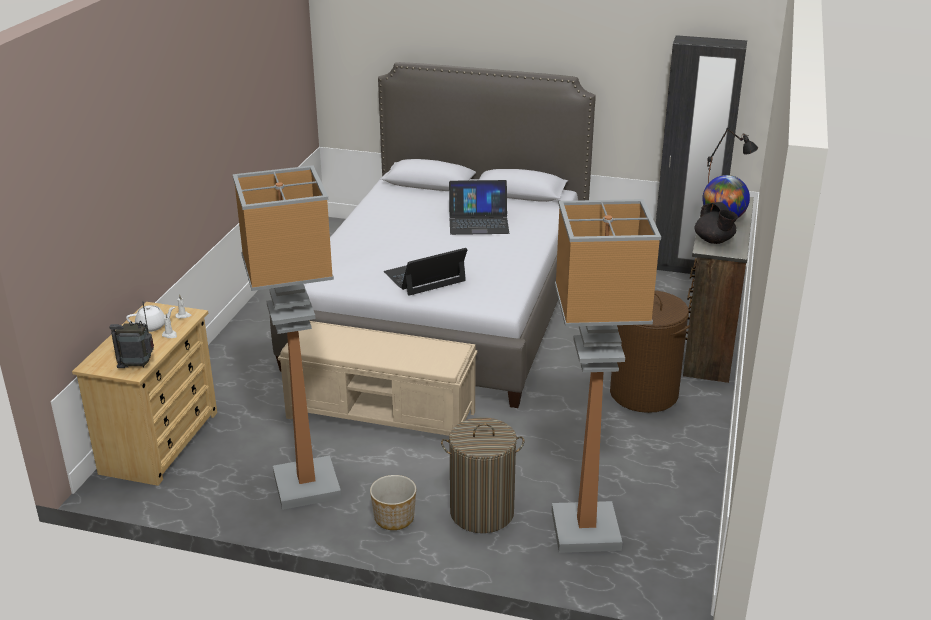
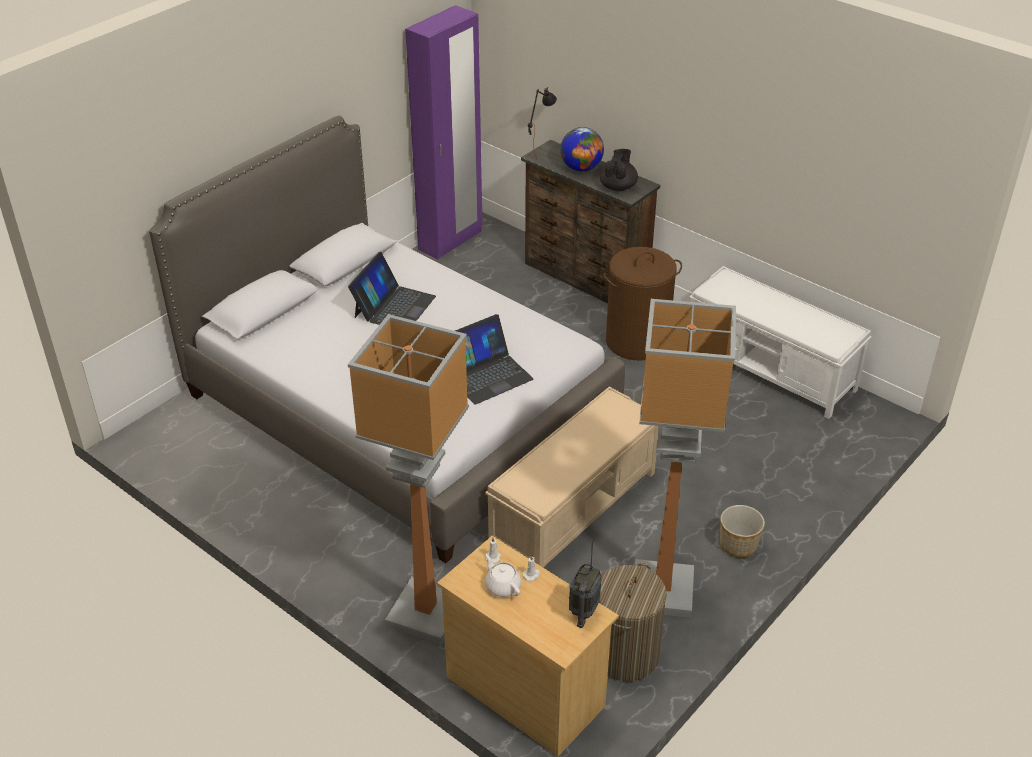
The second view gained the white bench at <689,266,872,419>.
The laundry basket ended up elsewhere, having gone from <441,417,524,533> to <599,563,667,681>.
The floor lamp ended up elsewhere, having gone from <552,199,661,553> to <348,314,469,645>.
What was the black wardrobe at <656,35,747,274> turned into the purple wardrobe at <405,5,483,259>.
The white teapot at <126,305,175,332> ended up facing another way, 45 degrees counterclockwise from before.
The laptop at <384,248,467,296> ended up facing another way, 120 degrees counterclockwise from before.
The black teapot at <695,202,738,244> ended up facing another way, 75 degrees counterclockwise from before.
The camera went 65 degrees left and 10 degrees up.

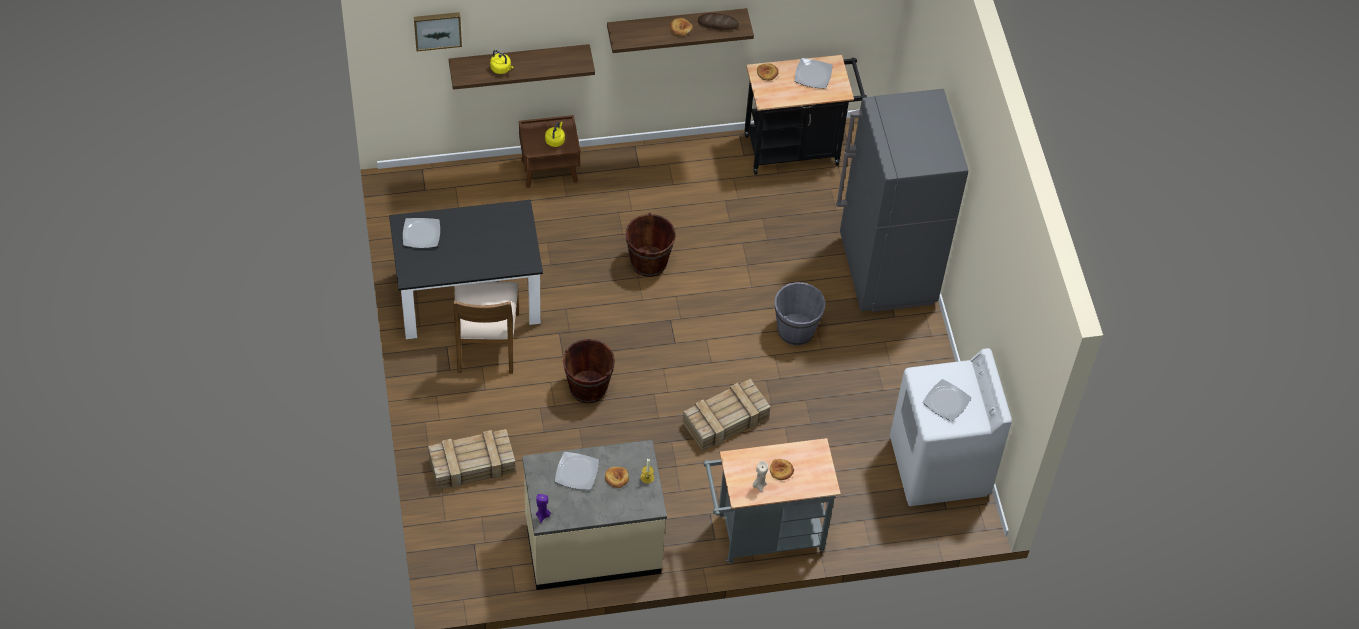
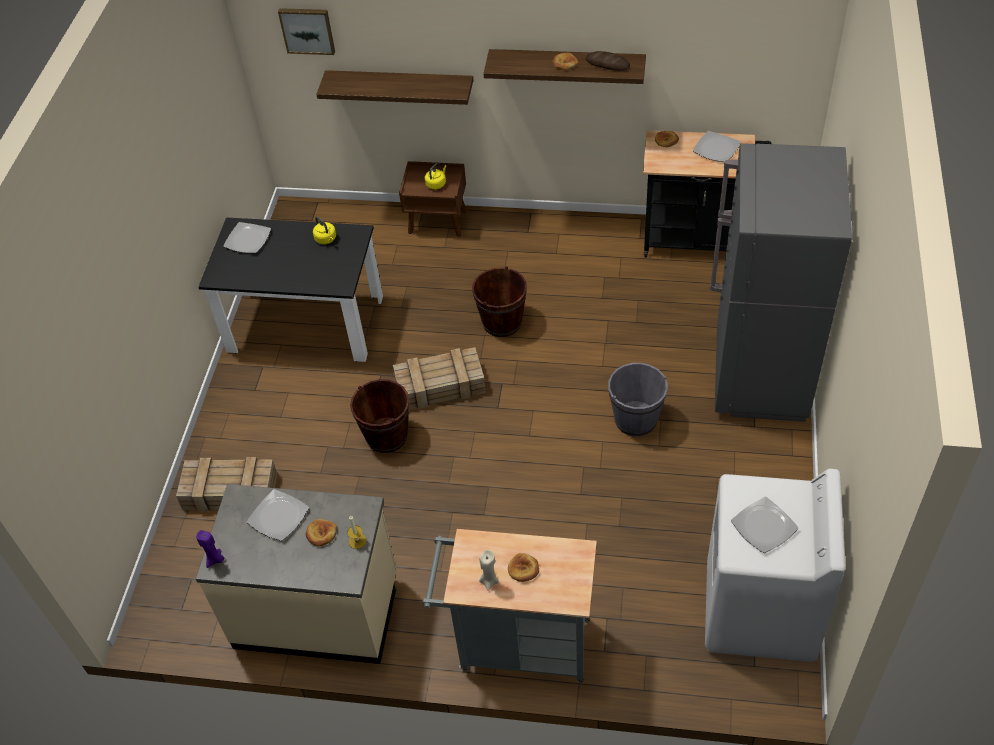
The second view lost the brown chair at <453,282,519,374>.
The yellow kettle ended up elsewhere, having gone from <490,50,514,74> to <313,216,336,244>.
The crate ended up elsewhere, having gone from <683,379,770,451> to <393,347,486,410>.
The camera went 25 degrees right and 5 degrees down.

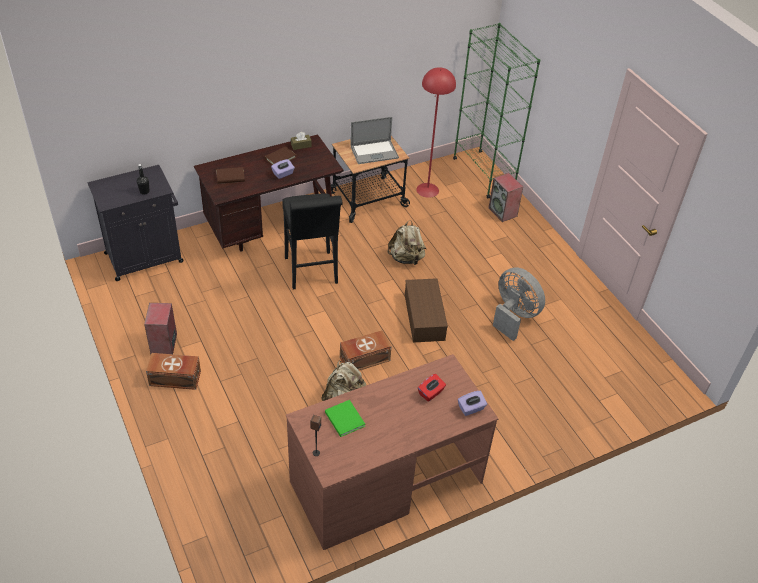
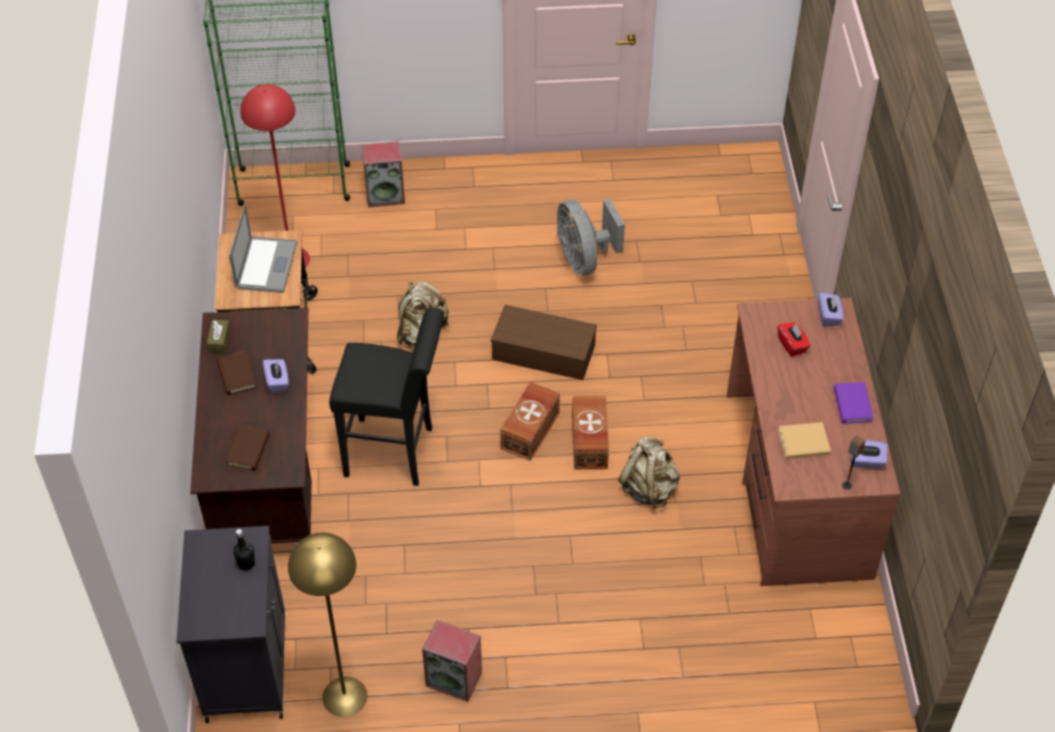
The second view gained the yellow floor lamp at <288,532,367,717>.
The second view gained the purple book at <834,382,874,424>.
The second view gained the purple tissue box at <851,440,887,469>.
The brown storage box ended up elsewhere, having gone from <146,353,201,390> to <500,382,560,461>.
What was the green book at <325,400,365,437> turned into the beige book at <778,422,831,459>.
The grey fan at <493,267,545,341> ended up facing another way, 90 degrees counterclockwise from before.
The camera went 65 degrees left and 5 degrees up.

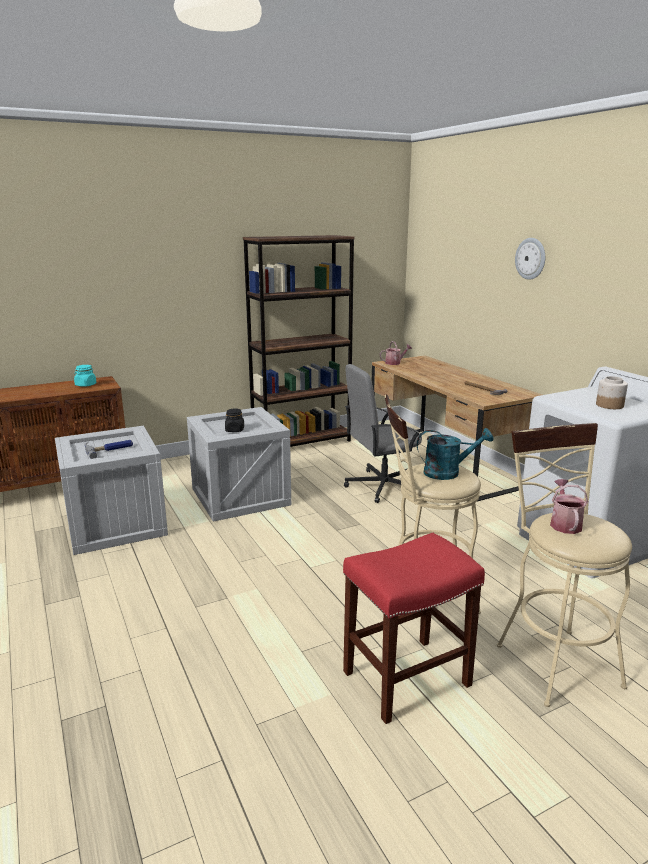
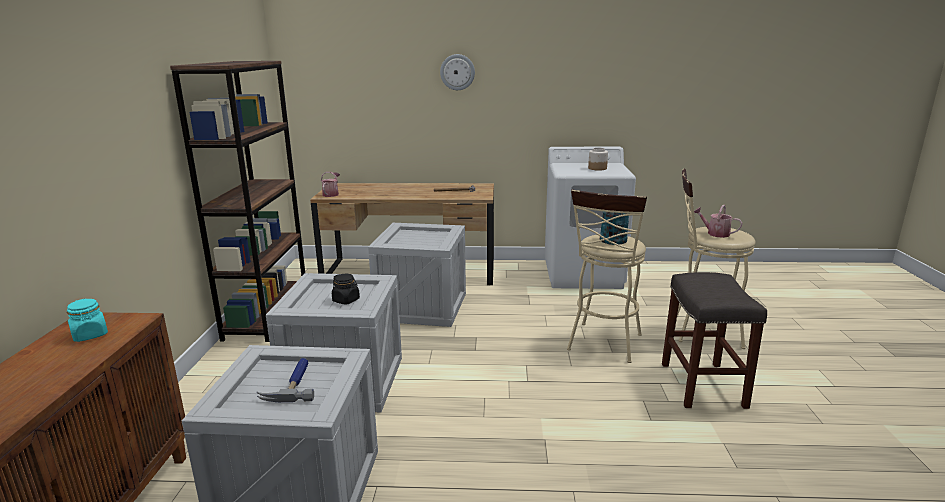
Where the grey office chair stood at <344,364,422,503>, the crate came to stand at <368,223,466,327>.
What was the red stool at <343,532,485,724> turned into the grey stool at <662,272,767,409>.
The camera went 60 degrees left and 0 degrees up.

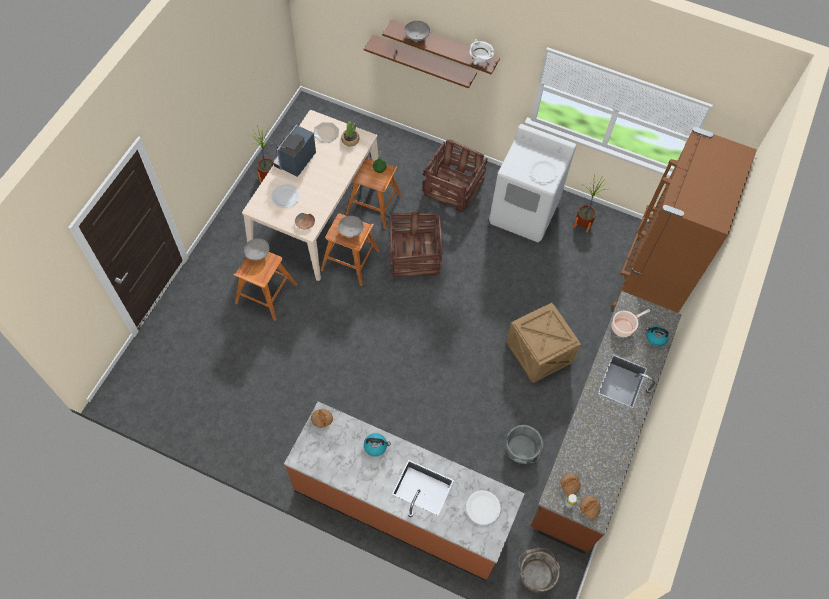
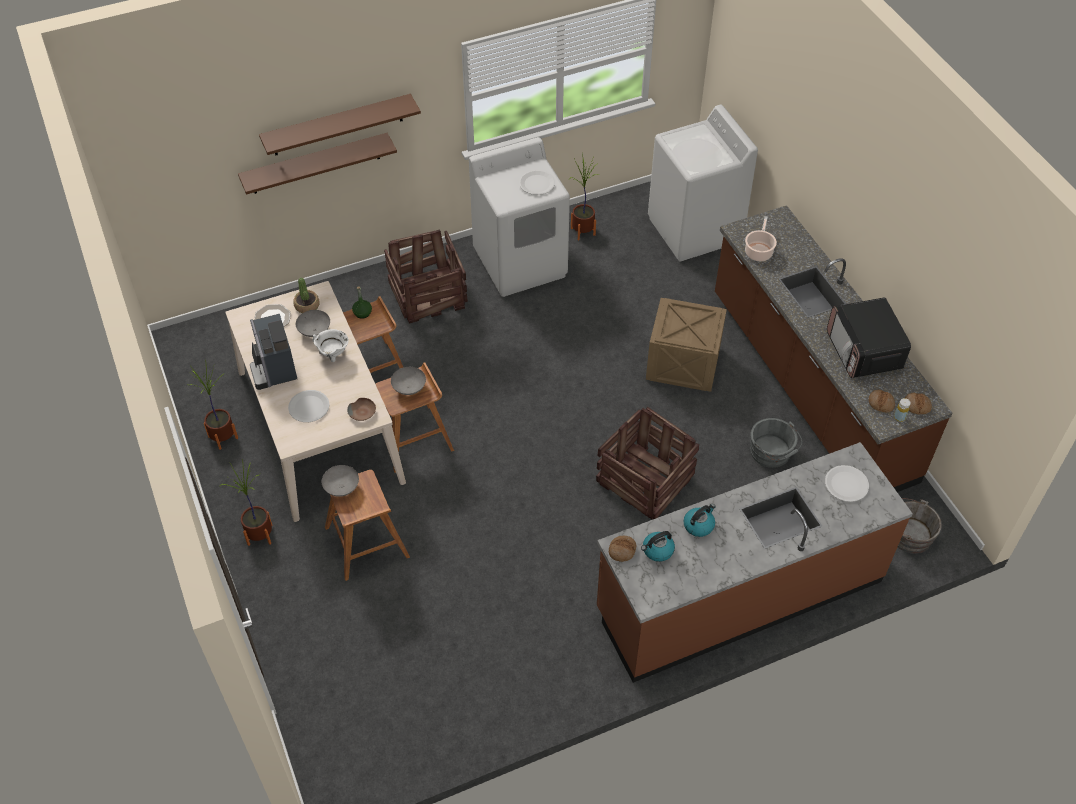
The second view gained the potted plant at <220,459,273,546>.
The second view gained the microwave at <827,297,911,378>.
The crate ended up elsewhere, having gone from <389,212,443,277> to <596,407,699,519>.
The grey bowl ended up elsewhere, having gone from <405,21,430,41> to <296,310,330,337>.
The white cooking pot ended up elsewhere, having gone from <469,39,494,65> to <312,329,348,362>.
The kettle ended up elsewhere, having gone from <645,326,669,347> to <641,531,675,562>.
Where the brown fridge stood at <611,127,757,313>, the white washing machine came to stand at <648,105,758,261>.
The camera went 45 degrees left and 10 degrees down.

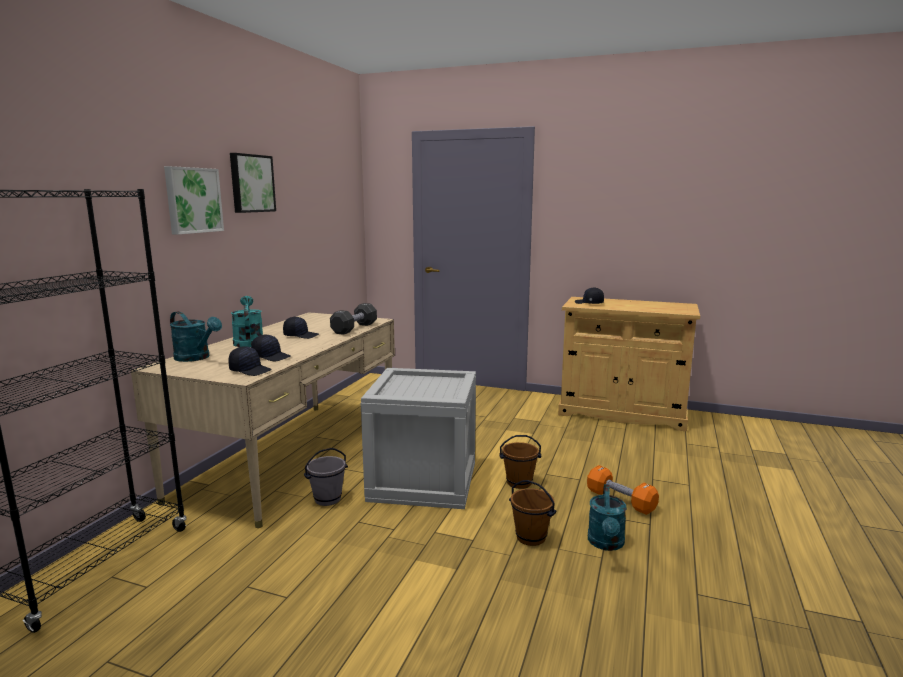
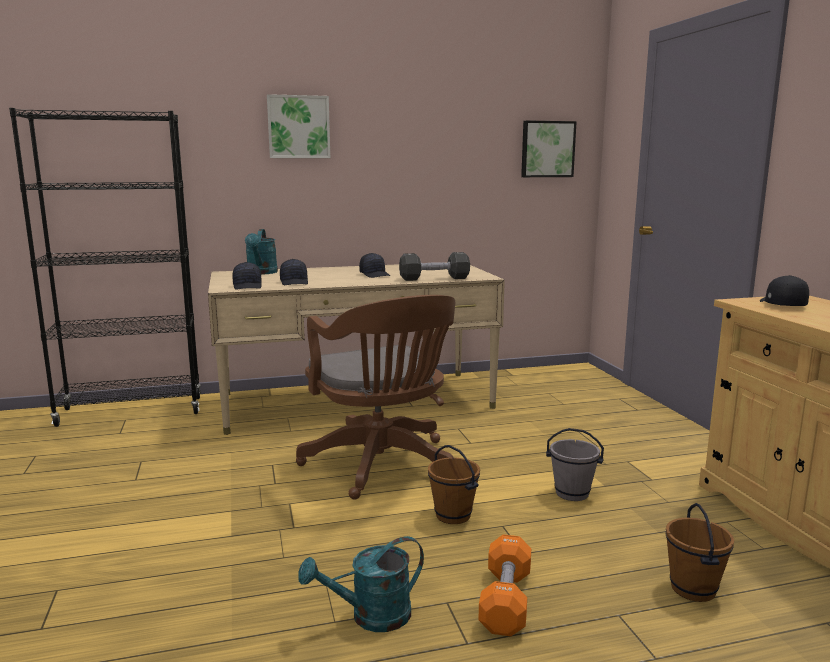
The second view lost the turquoise watering can at <231,296,263,347>.
The picture ended up elsewhere, having gone from <230,153,276,213> to <521,120,577,177>.
The grey bucket ended up elsewhere, having gone from <304,448,348,506> to <546,428,604,501>.
The brown bucket ended up elsewhere, having gone from <509,480,556,546> to <665,503,734,602>.
Where the crate stood at <361,368,476,509>, the brown office chair came to stand at <296,295,455,500>.
The camera went 55 degrees right and 0 degrees up.

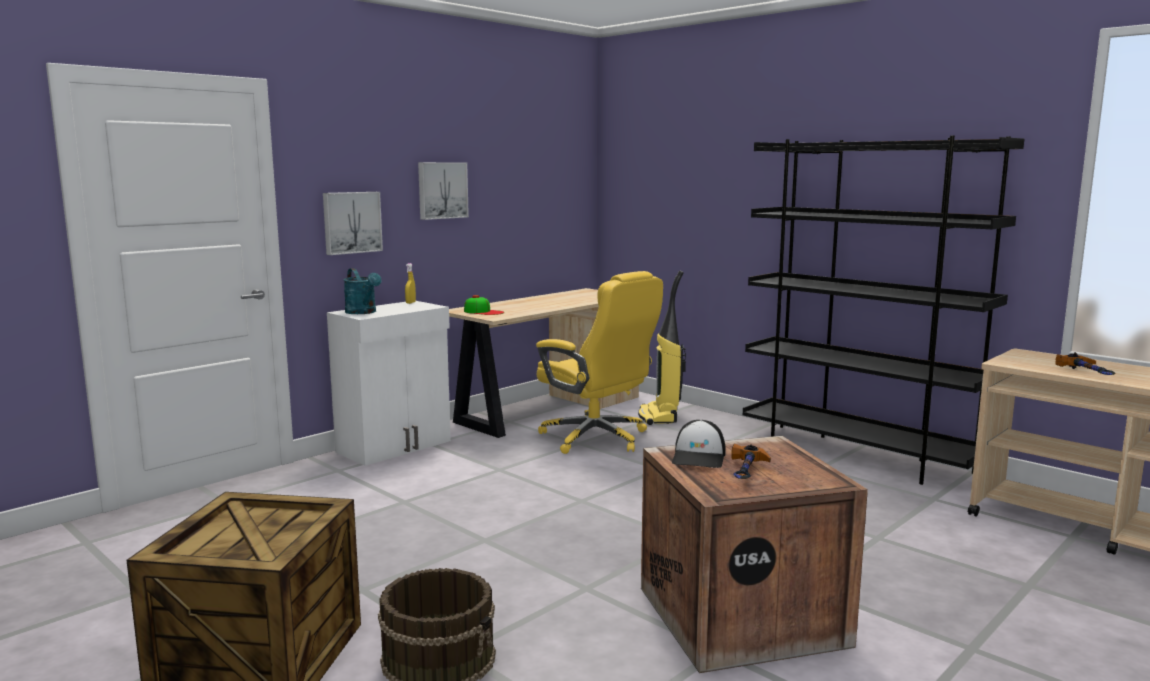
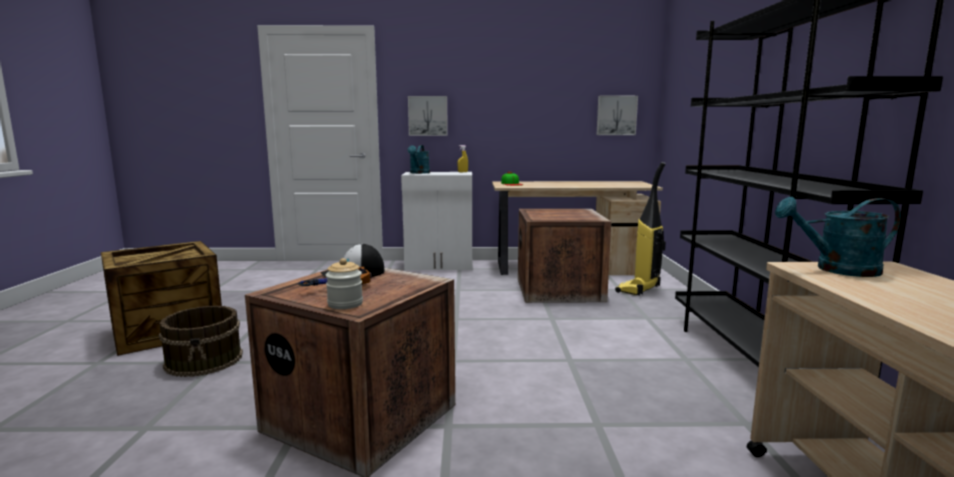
The second view lost the hammer at <1056,352,1116,375>.
The second view gained the jar at <326,258,363,309>.
The second view gained the turquoise watering can at <775,197,901,277>.
The picture ended up elsewhere, having gone from <418,162,469,220> to <597,96,638,135>.
Where the yellow office chair stood at <536,271,663,454>, the crate came to stand at <518,209,611,303>.
The camera went 45 degrees right and 0 degrees up.

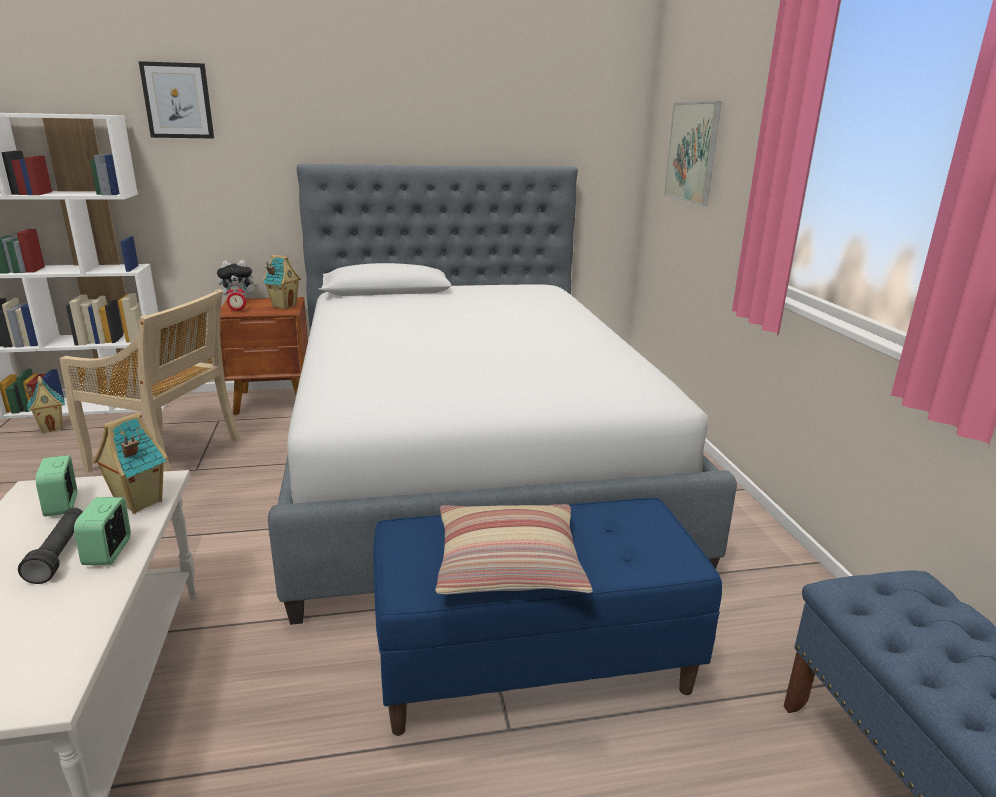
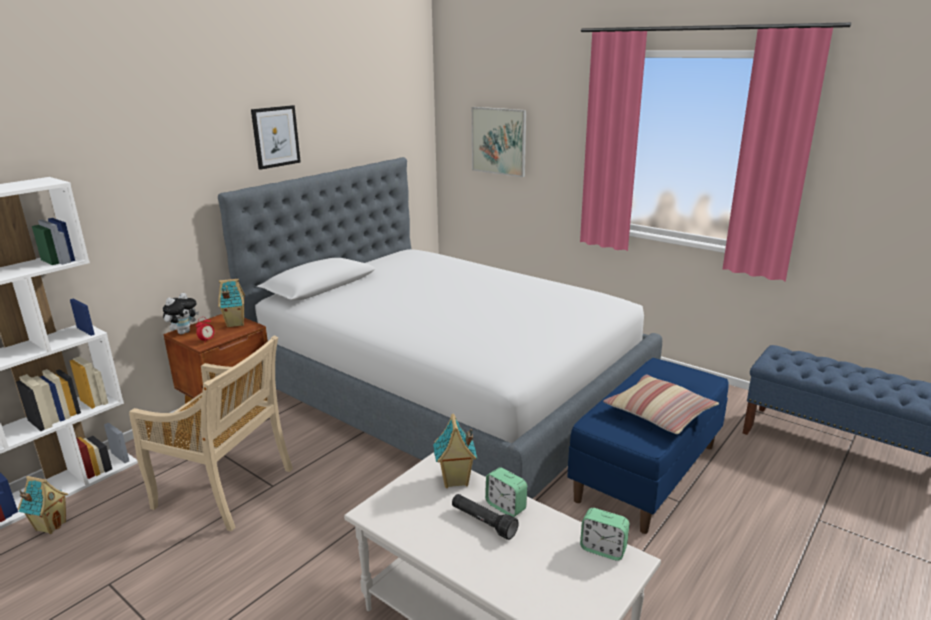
The alarm clock ended up elsewhere, having gone from <36,455,77,517> to <580,508,630,561>.
The picture ended up elsewhere, having gone from <139,61,214,139> to <251,105,301,170>.
The beige chair at <60,289,240,472> ended up facing another way, 45 degrees clockwise from before.
The camera went 40 degrees left and 0 degrees up.

